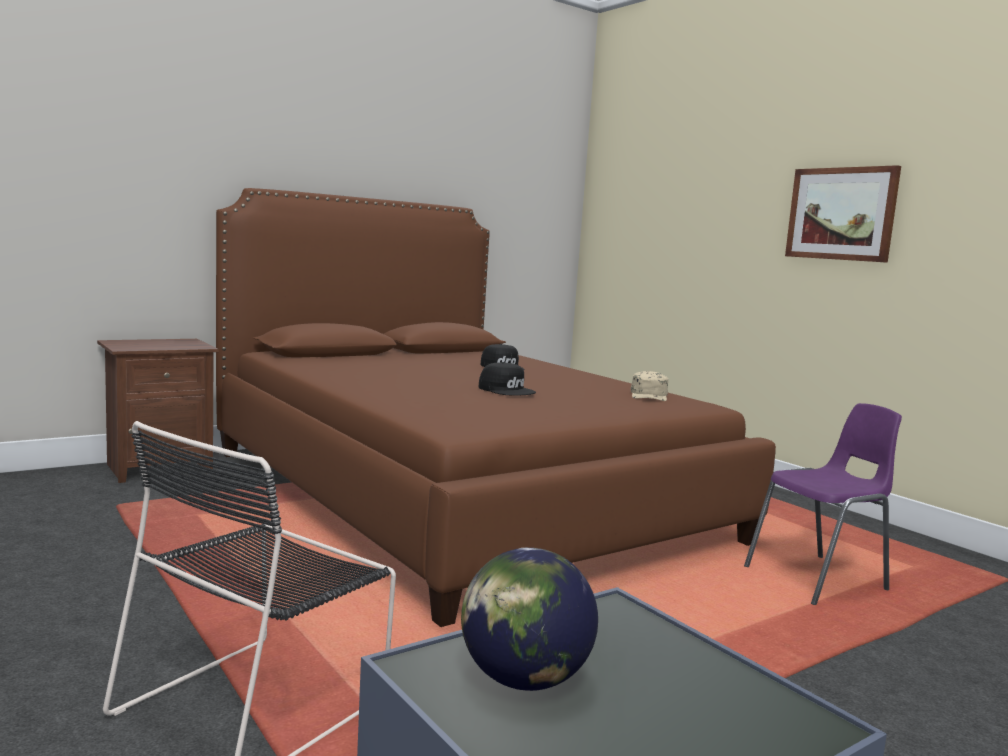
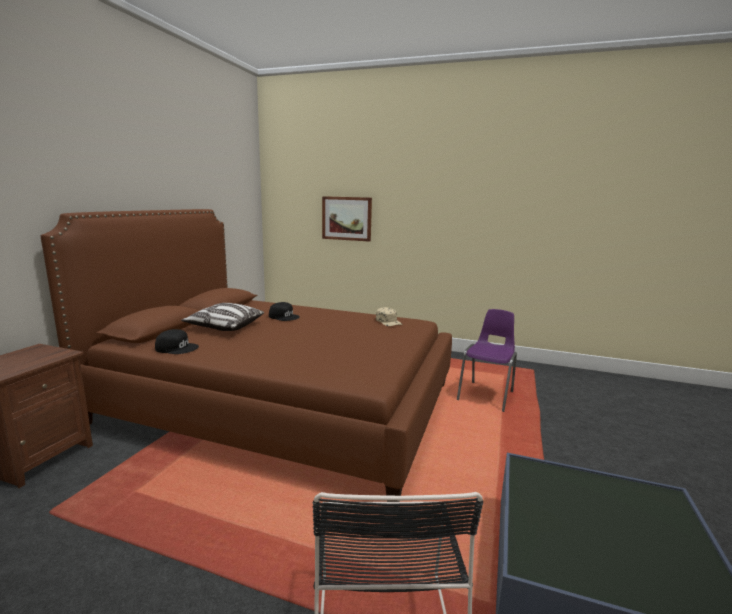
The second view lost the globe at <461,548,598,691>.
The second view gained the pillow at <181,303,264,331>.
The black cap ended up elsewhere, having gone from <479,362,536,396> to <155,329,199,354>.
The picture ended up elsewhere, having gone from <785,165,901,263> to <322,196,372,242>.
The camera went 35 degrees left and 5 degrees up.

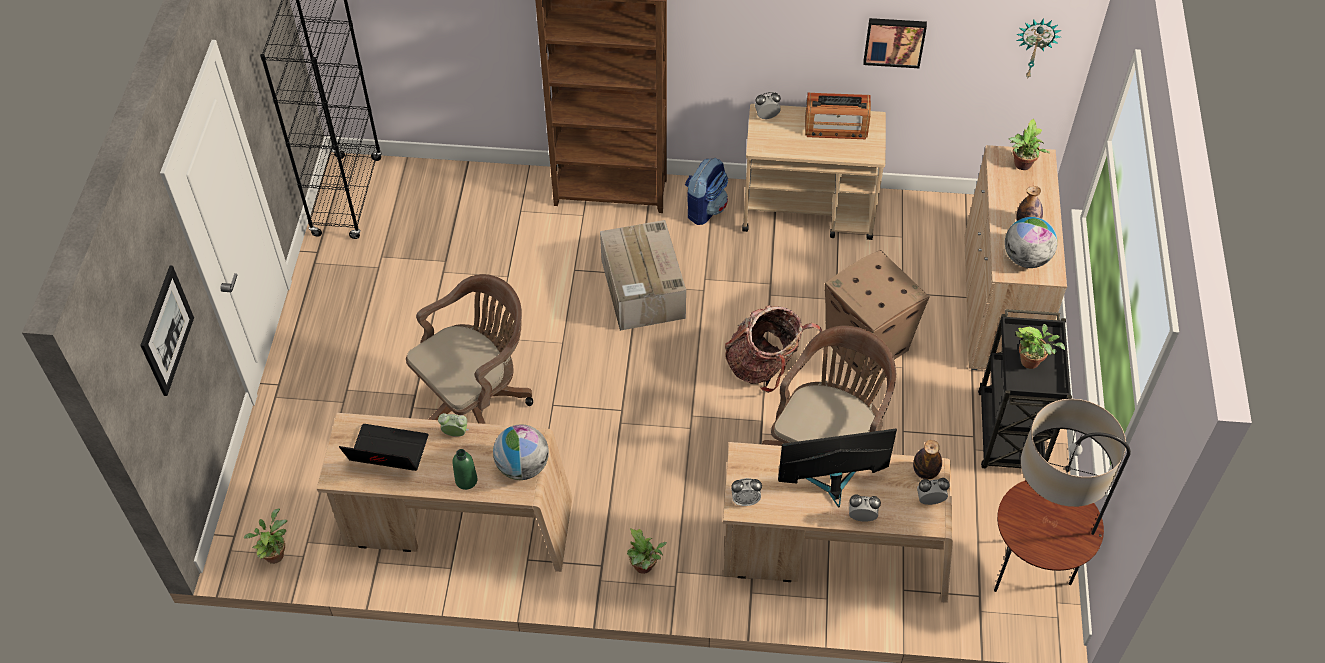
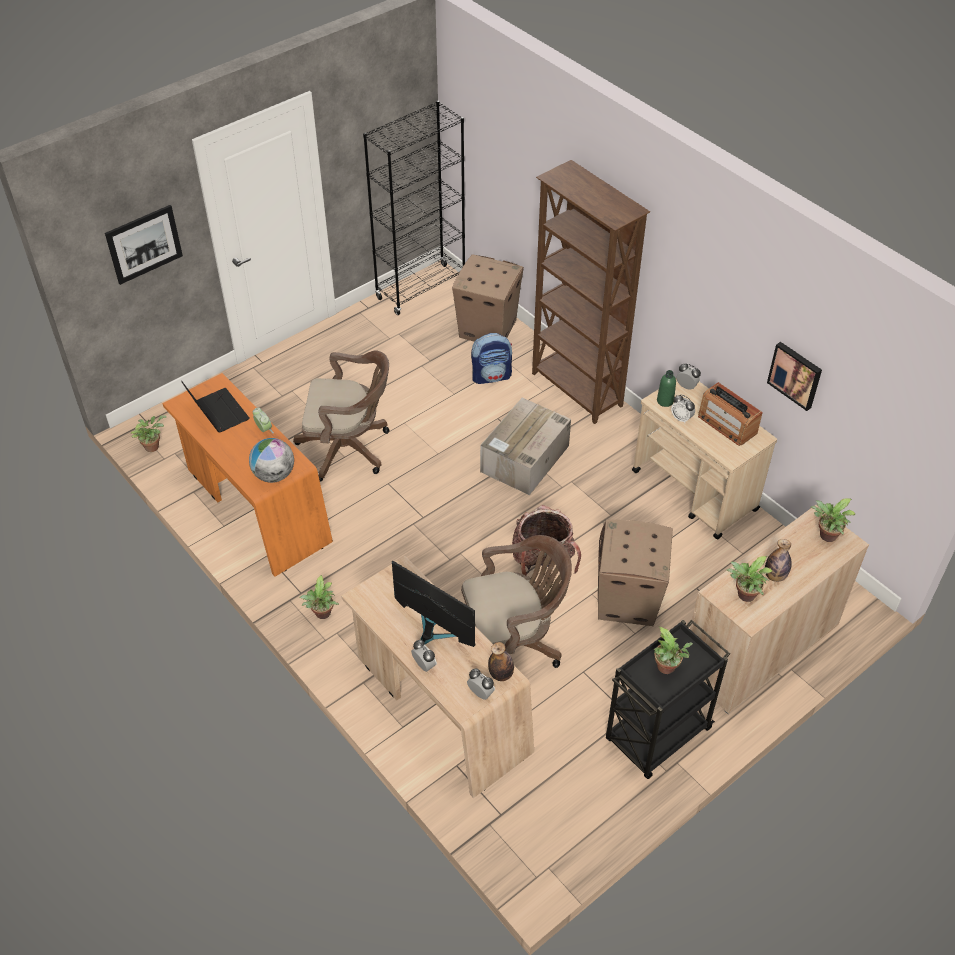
The second view lost the floor lamp at <994,399,1131,592>.
The second view lost the wall clock at <1016,18,1062,79>.
The second view gained the cardboard box at <452,254,524,342>.
The green bottle ended up elsewhere, having gone from <453,449,478,490> to <657,370,676,407>.
The backpack ended up elsewhere, having gone from <685,158,728,225> to <471,333,512,384>.
The alarm clock ended up elsewhere, having gone from <731,478,762,506> to <671,395,695,423>.
Where the globe stood at <1005,217,1058,268>, the potted plant came to stand at <726,556,772,602>.
What was the beige desk at <317,413,573,572> turned into the orange desk at <163,373,333,577>.
The camera went 45 degrees right and 5 degrees down.

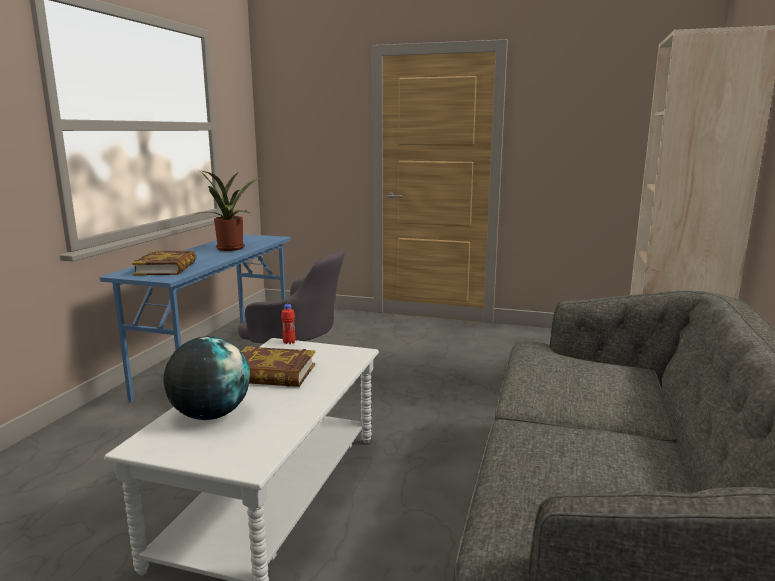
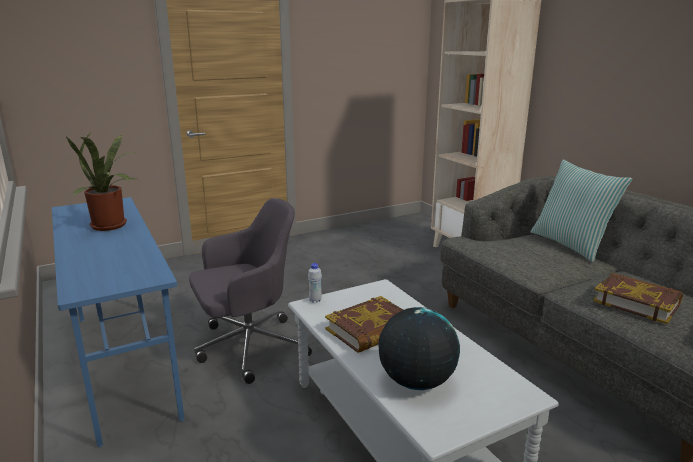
The second view gained the pillow at <530,159,632,262>.
The book ended up elsewhere, having gone from <132,251,197,275> to <593,273,683,324>.
What was the red bottle at <281,304,296,344> turned into the white bottle at <308,263,322,303>.
The camera went 45 degrees left and 5 degrees up.

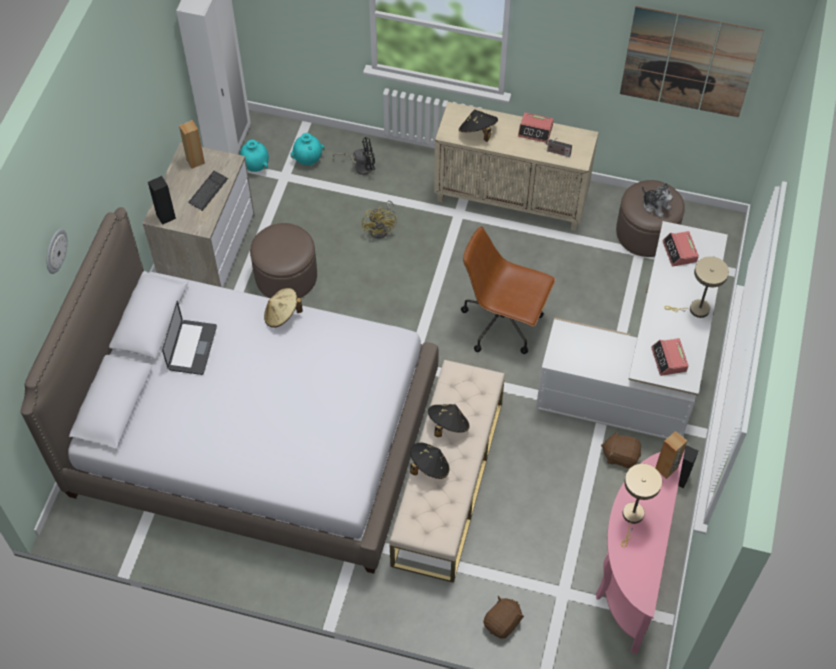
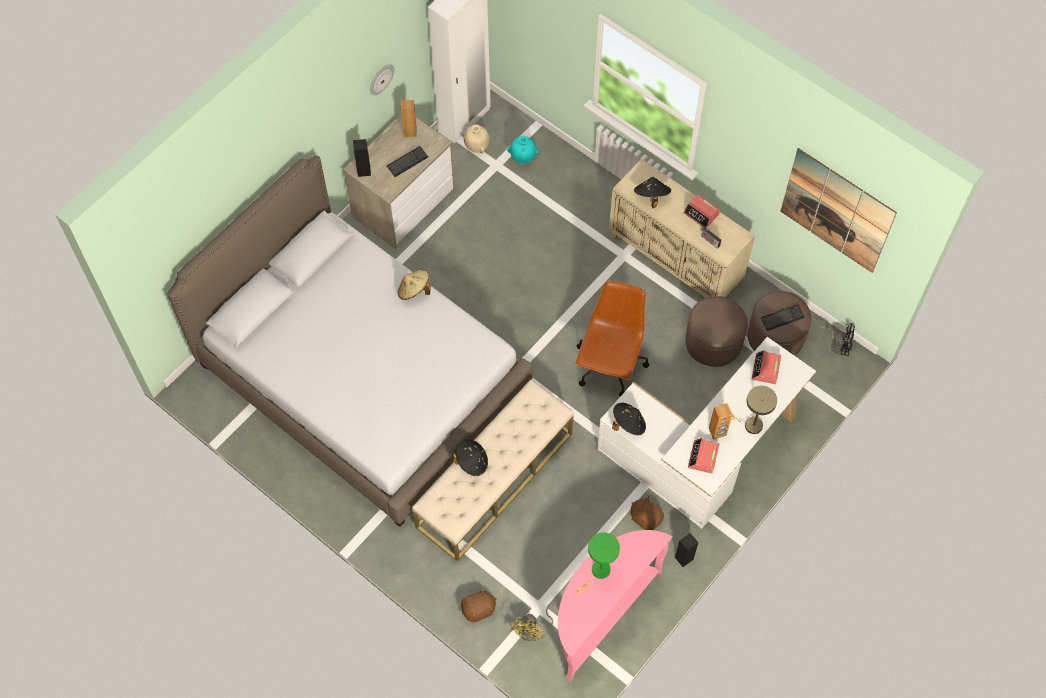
The second view lost the laptop at <162,301,217,375>.
The wall clock ended up elsewhere, having gone from <46,229,68,274> to <370,64,394,95>.
The brown ottoman ended up elsewhere, having gone from <250,223,317,298> to <685,296,748,367>.
The black fan ended up elsewhere, having gone from <333,137,375,175> to <816,323,855,356>.
The yellow fan ended up elsewhere, having gone from <362,200,397,239> to <510,605,556,641>.
The black hat ended up elsewhere, having gone from <428,404,469,437> to <612,403,646,435>.
The brown speaker ended up elsewhere, having gone from <656,431,687,479> to <709,403,733,440>.
Where the plush toy stood at <642,183,673,218>, the keyboard came to stand at <761,305,804,331>.
What was the turquoise vase at <240,140,269,172> turned into the beige vase at <464,124,490,153>.
What was the beige table lamp at <621,464,662,547> turned into the green table lamp at <577,533,620,593>.
The brown office chair at <461,226,556,354> ended up facing another way, 60 degrees clockwise from before.
The camera went 25 degrees right and 5 degrees up.

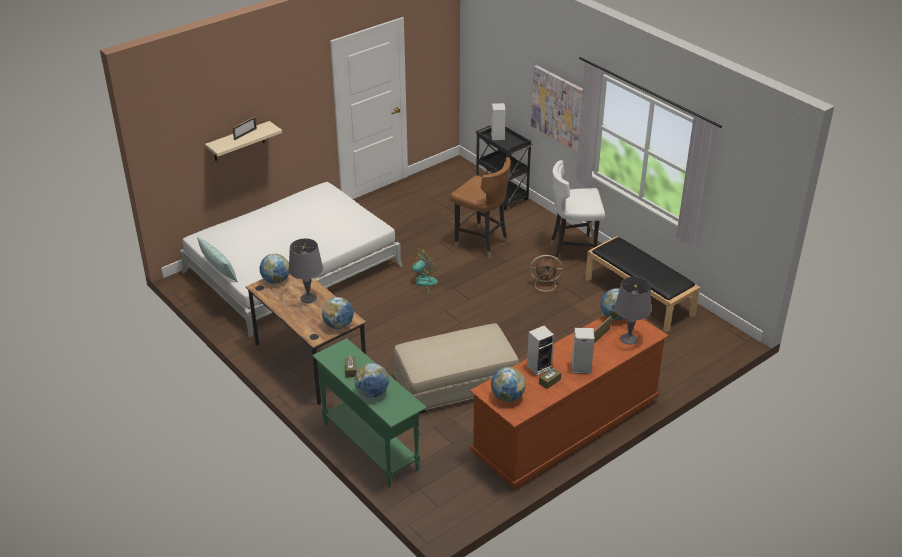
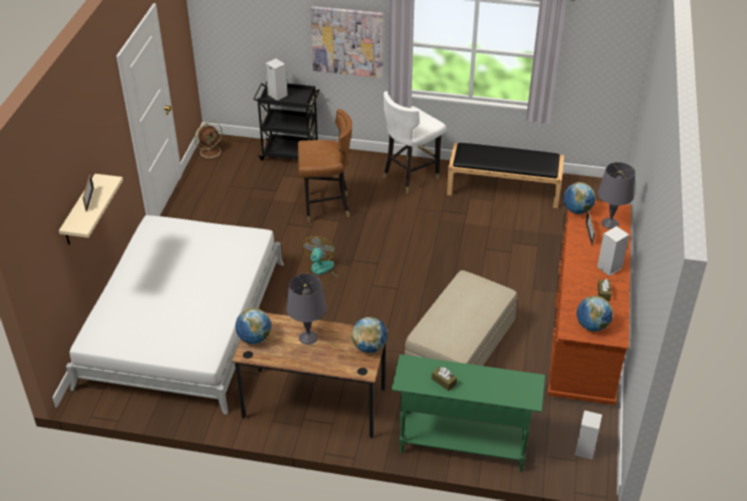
The second view lost the pillow at <197,237,238,282>.
The second view lost the globe at <354,363,389,398>.
The speaker ended up elsewhere, having gone from <527,326,554,376> to <575,410,602,460>.
The brown fan ended up elsewhere, having gone from <529,255,563,294> to <194,121,226,161>.
The camera went 40 degrees left and 5 degrees up.

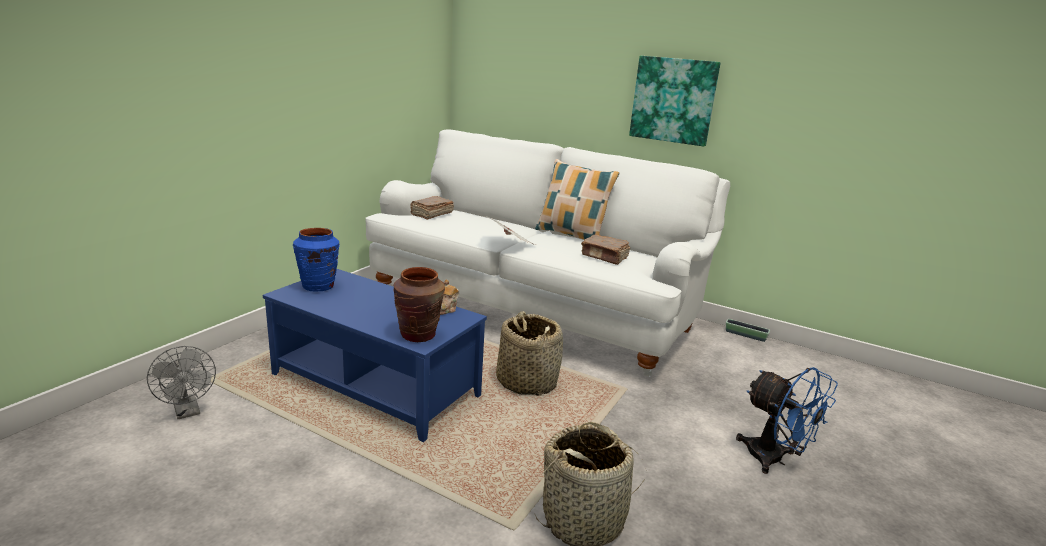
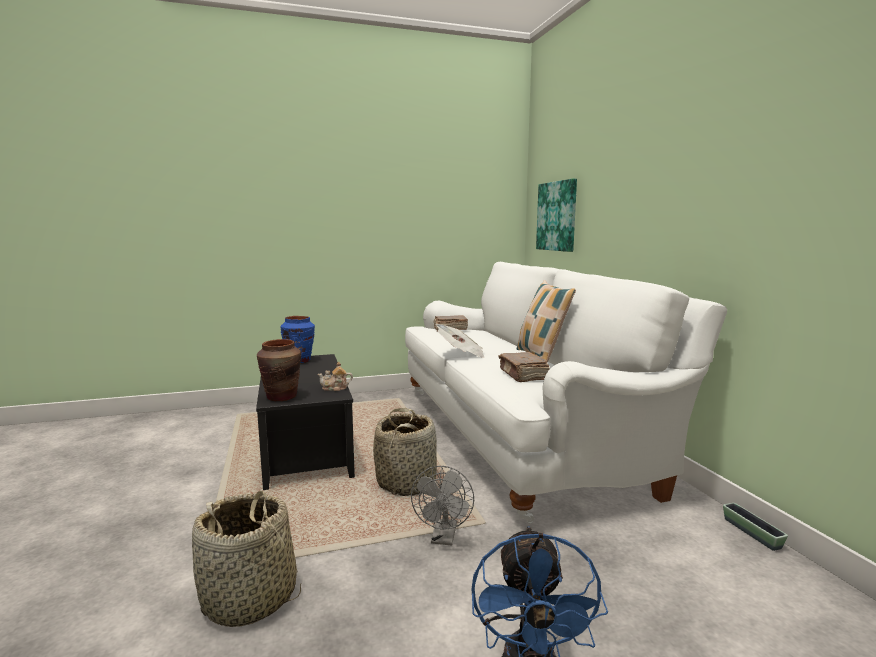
The grey fan ended up elsewhere, having gone from <147,346,216,419> to <411,466,474,545>.
The picture ended up elsewhere, having gone from <629,56,721,147> to <536,179,577,252>.
What was the blue coffee table at <263,269,487,442> turned into the black coffee table at <256,354,355,490>.
The camera went 45 degrees right and 10 degrees down.

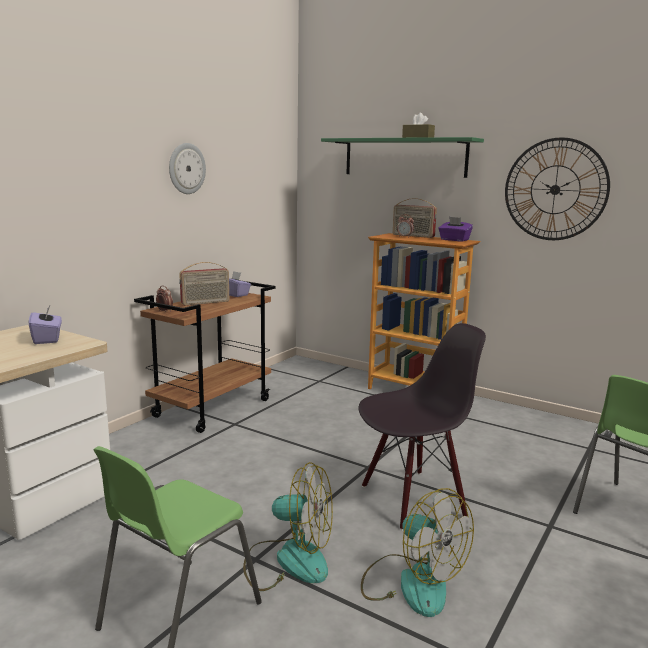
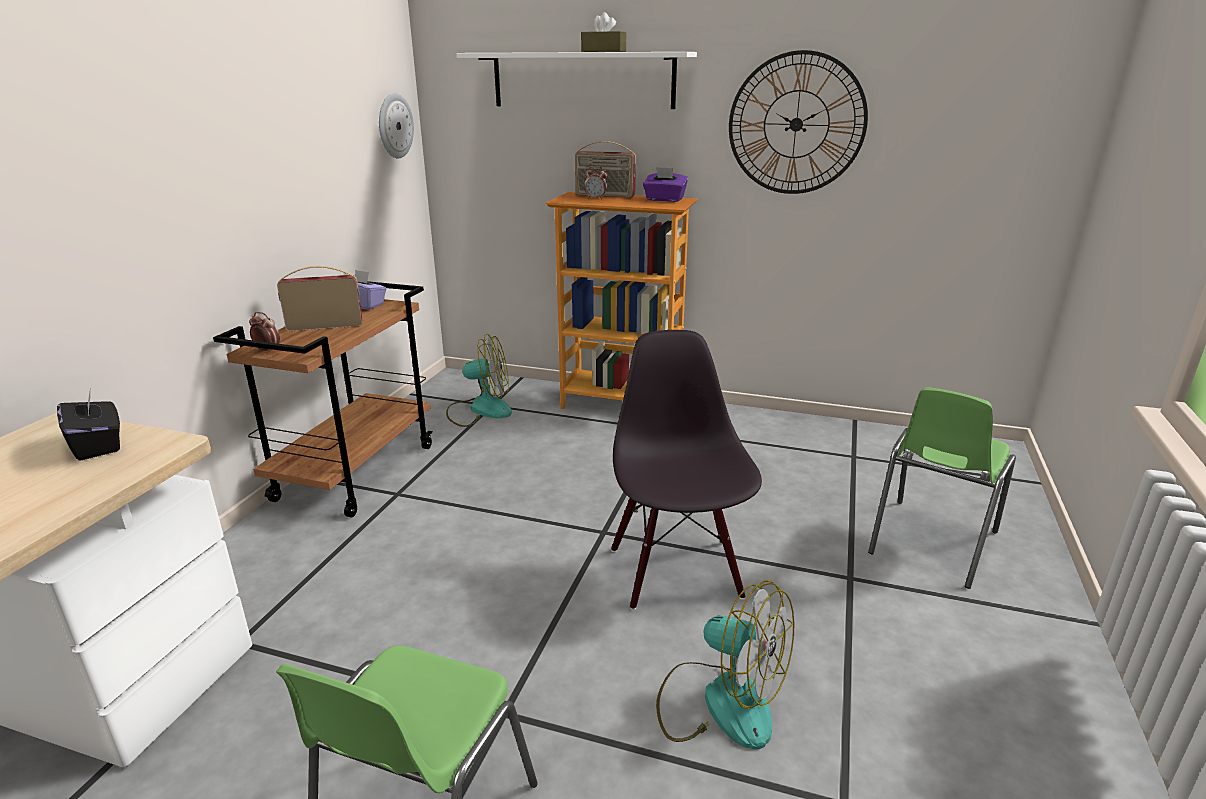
The wall clock ended up elsewhere, having gone from <169,143,206,194> to <379,93,414,158>.
The fan ended up elsewhere, having gone from <243,462,333,591> to <446,334,512,427>.
What was the purple tissue box at <28,304,62,344> turned into the black tissue box at <57,387,120,461>.
What was the green shelf at <321,137,484,178> turned into the white shelf at <457,52,697,109>.
The radio at <179,262,229,305> ended up facing another way, 150 degrees counterclockwise from before.
The black chair at <359,323,486,530> ended up facing another way, 60 degrees counterclockwise from before.
The camera went 15 degrees left and 10 degrees up.

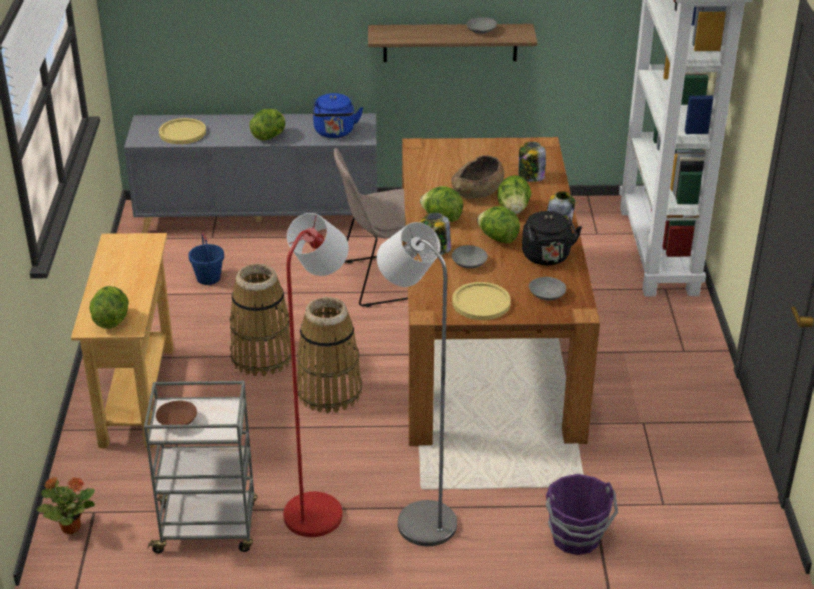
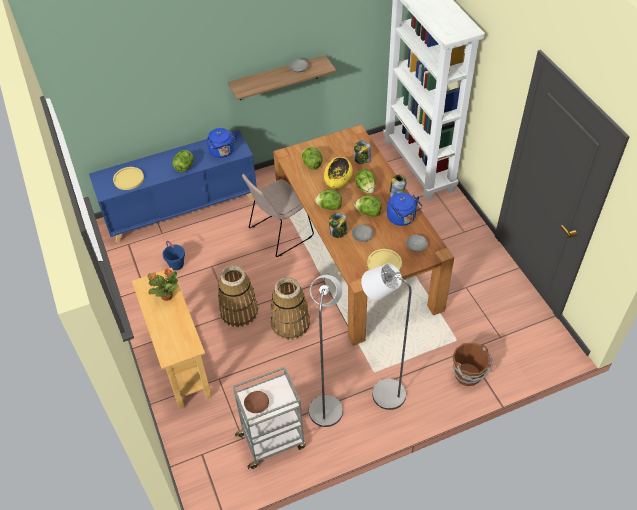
The potted plant ended up elsewhere, having gone from <36,476,95,534> to <147,269,179,301>.
The lettuce ended up elsewhere, having gone from <90,286,129,329> to <302,147,323,170>.
What was the grey cabinet at <124,113,377,233> turned into the blue cabinet at <89,130,257,243>.
What was the red floor lamp at <283,213,349,537> turned into the grey floor lamp at <309,275,343,427>.
What was the brown bowl at <452,155,504,199> turned into the yellow bowl at <324,157,353,188>.
What was the black kettle at <522,211,582,265> turned into the blue kettle at <387,192,422,226>.
What was the purple bucket at <546,474,618,555> turned into the brown bucket at <452,342,492,386>.
The camera went 20 degrees left and 15 degrees up.

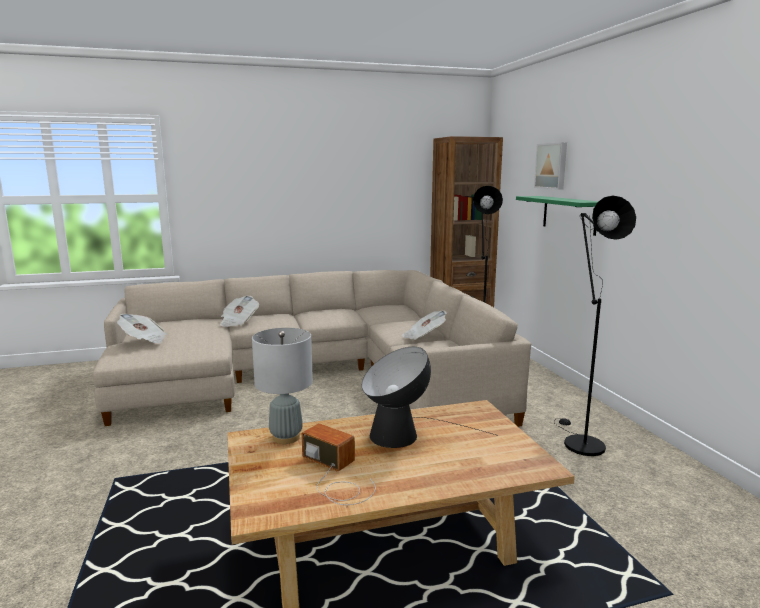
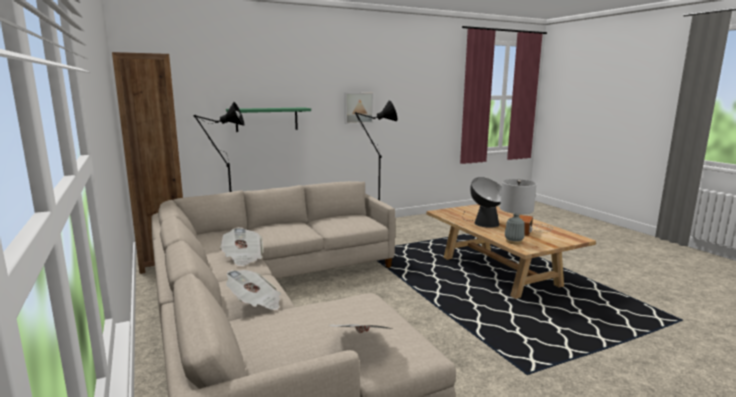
The newspaper ended up elsewhere, having gone from <402,311,447,340> to <220,227,263,266>.
The picture ended up elsewhere, having gone from <534,142,567,190> to <344,93,373,124>.
The camera went 100 degrees left and 0 degrees up.

